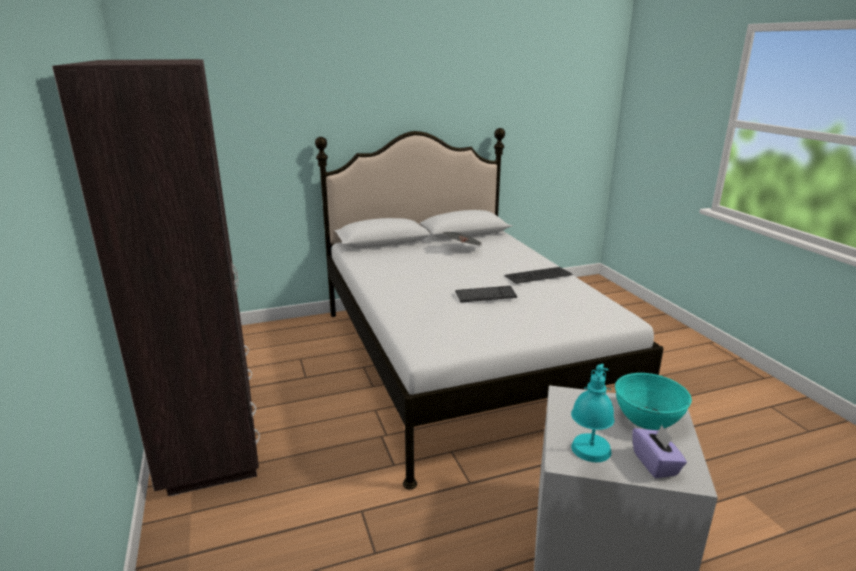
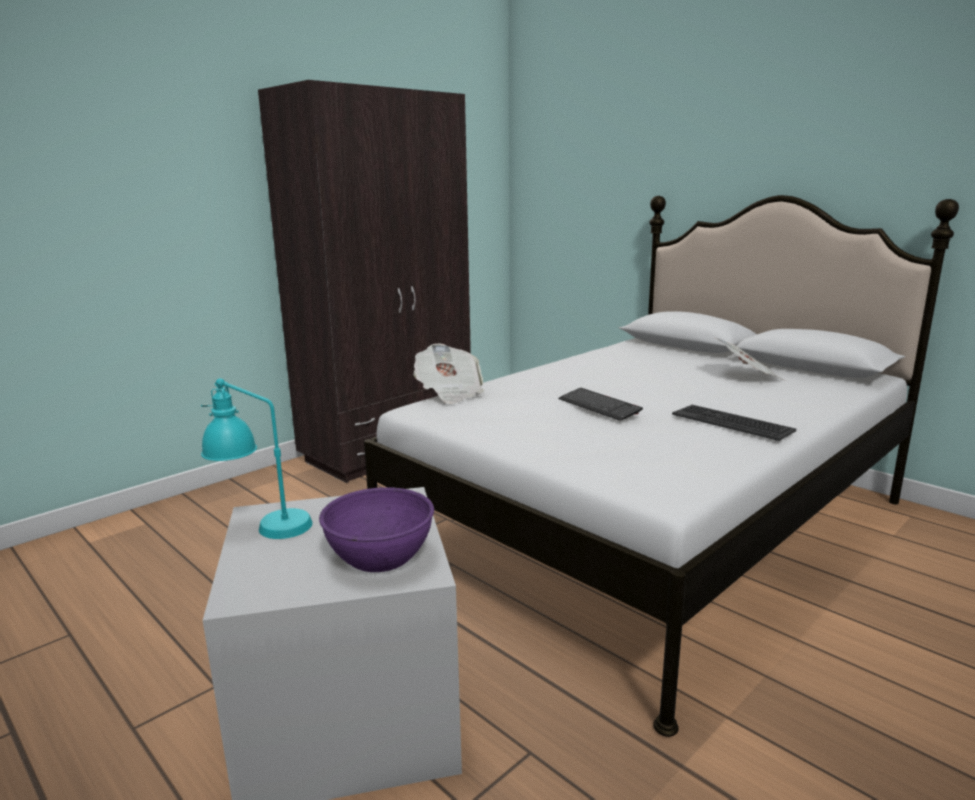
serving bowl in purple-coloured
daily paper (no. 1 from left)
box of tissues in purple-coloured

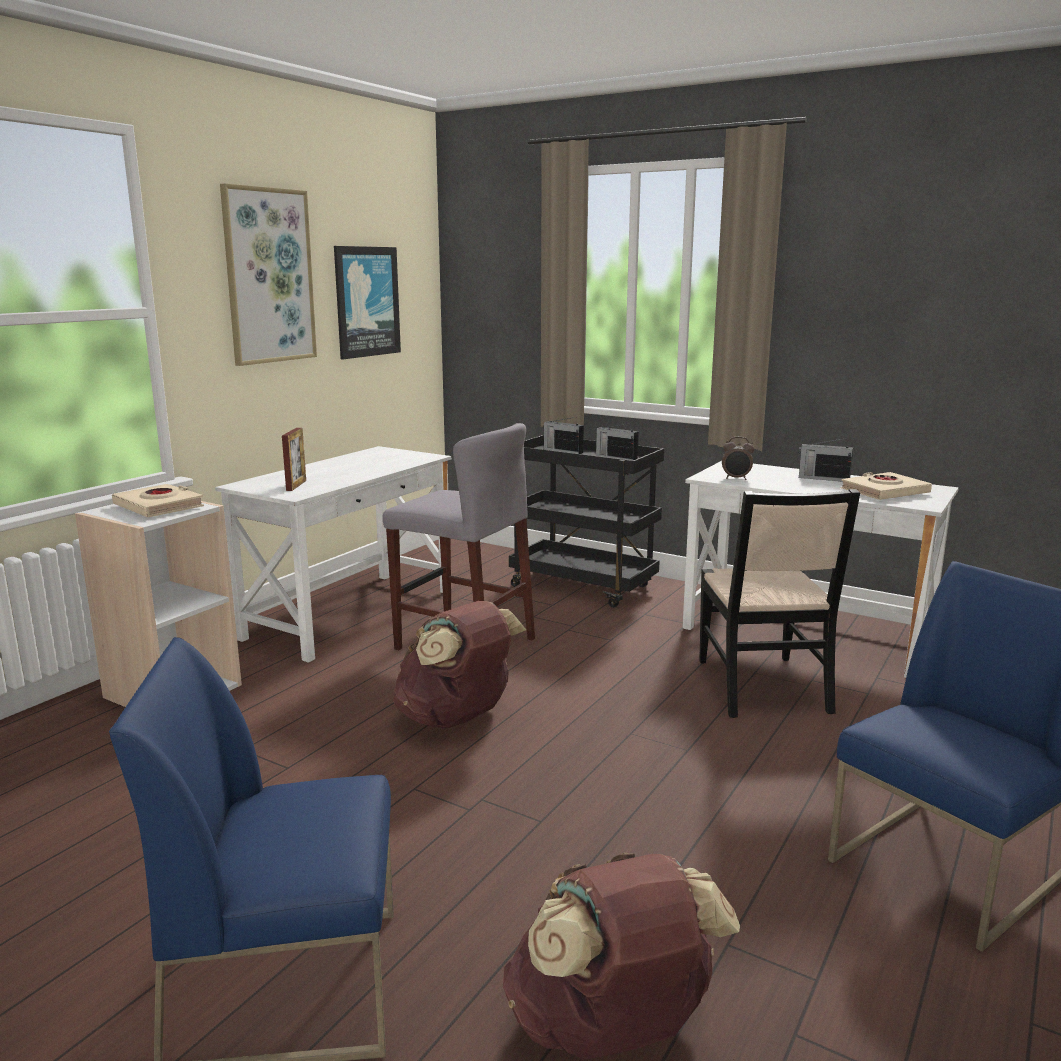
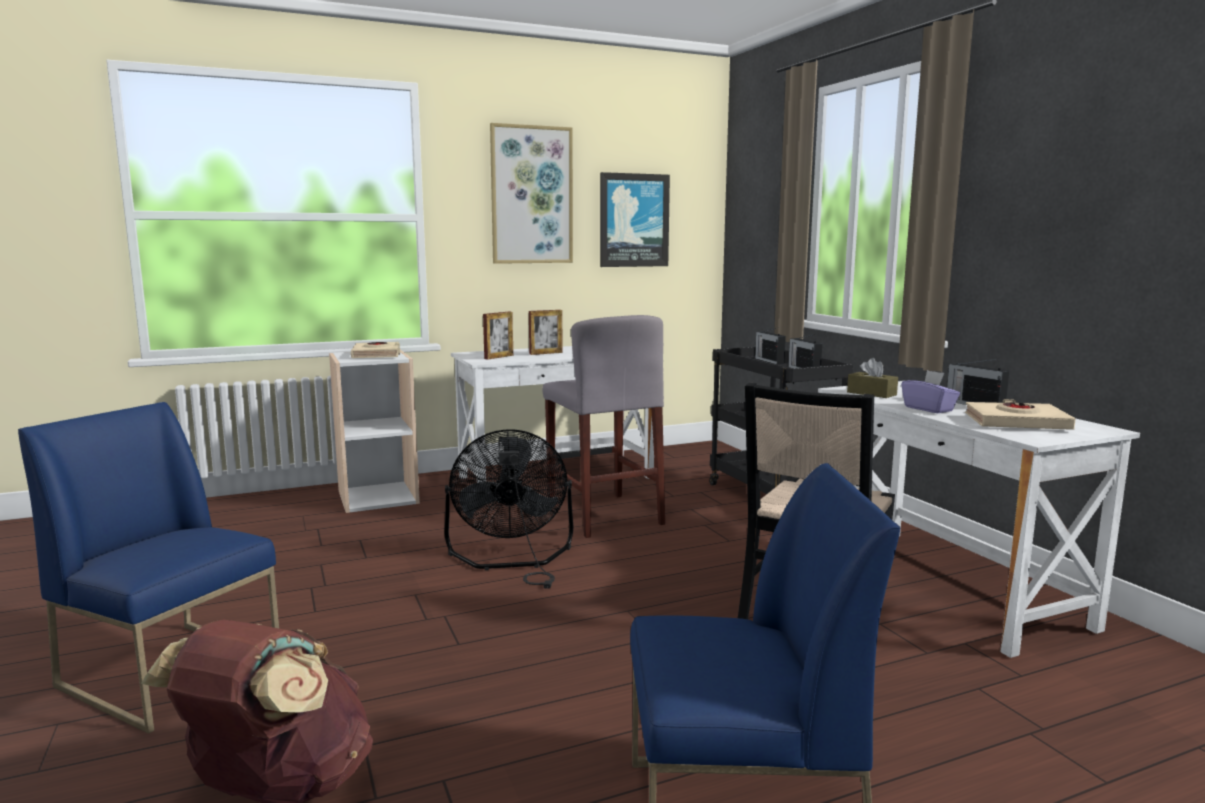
cooling fan in black-coloured
photo frame (no. 2 from left)
box of tissues in brown-coloured
box of tissues in purple-coloured

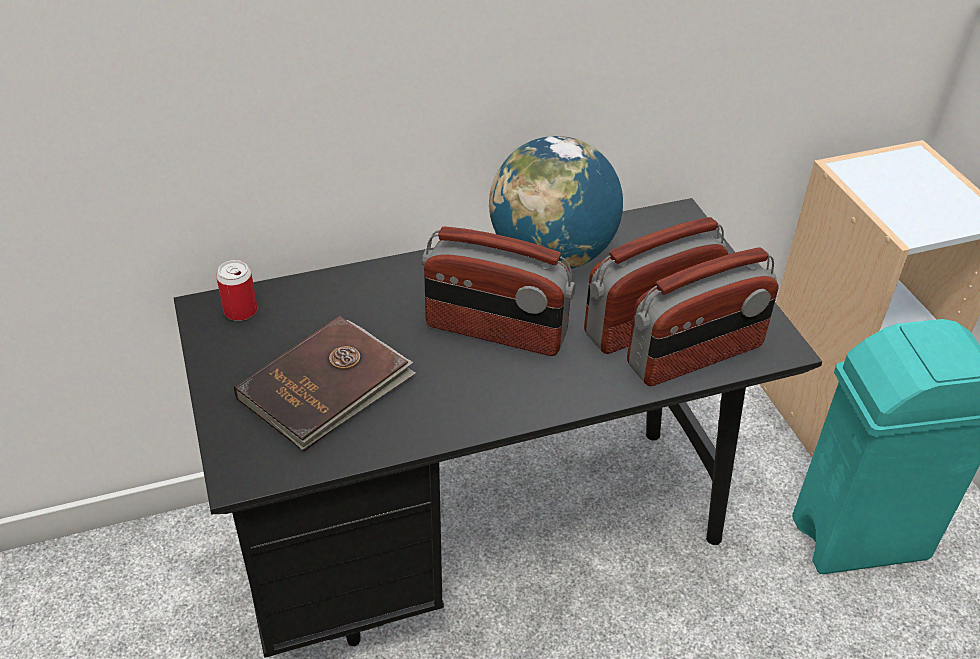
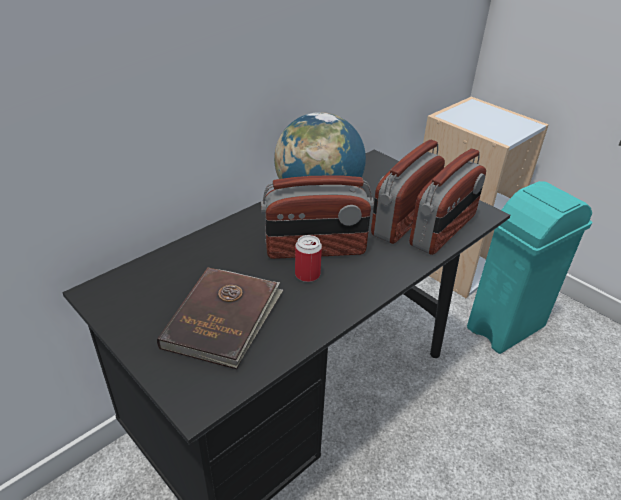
metal can

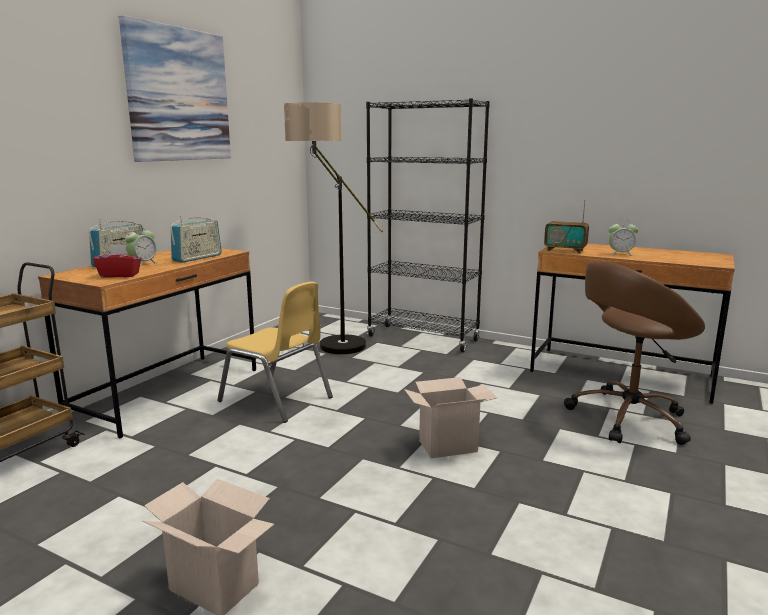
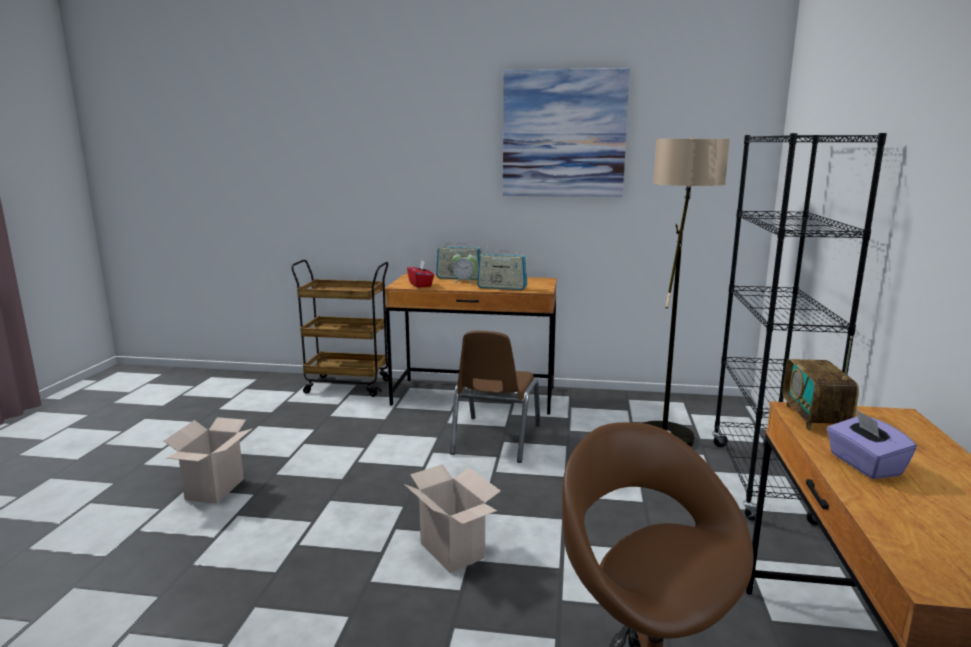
upright chair in brown-coloured
box of tissues in purple-coloured

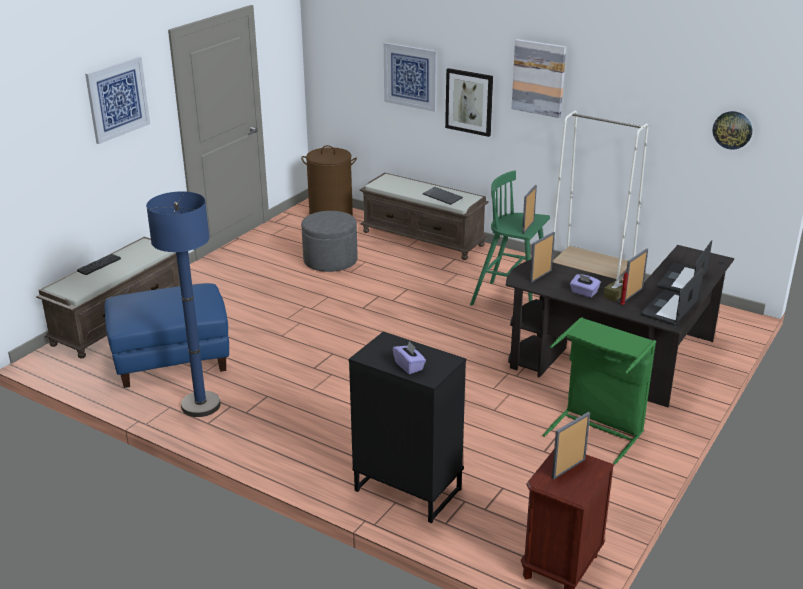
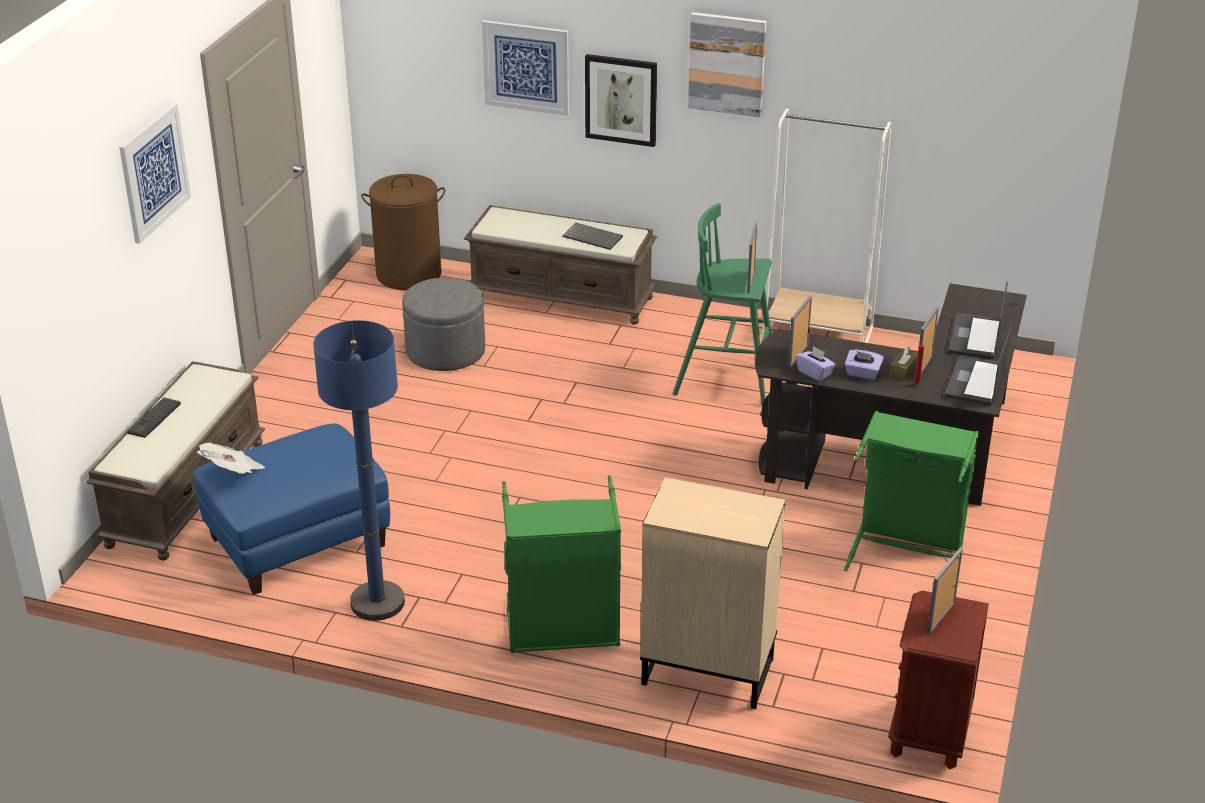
daily paper
hamper in green (no. 1 from left)
dresser in beige-coloured
box of tissues in purple-coloured (no. 1 from left)
hanging clock

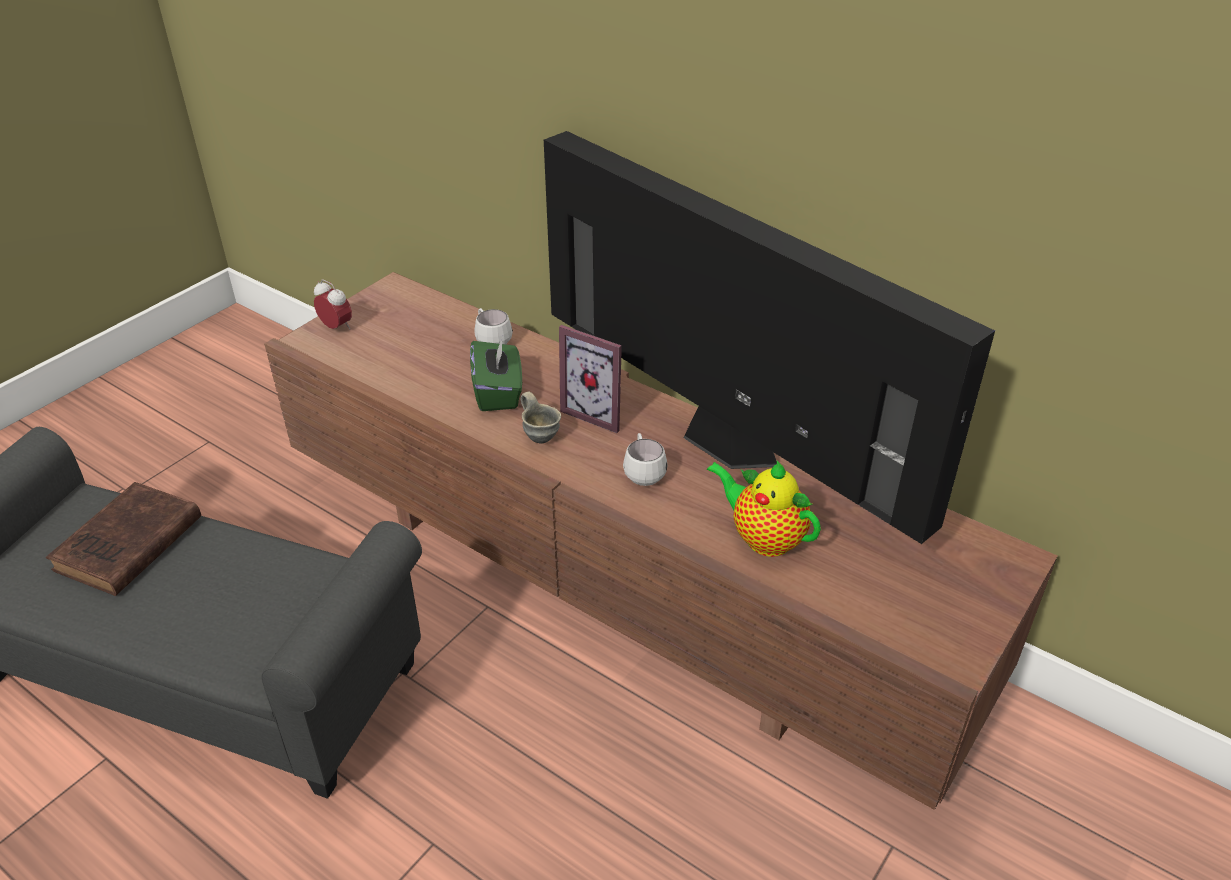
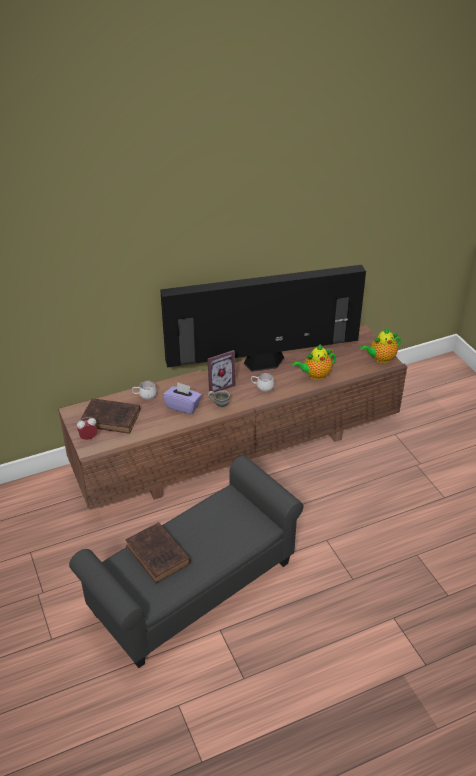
book in brown-coloured (no. 1 from left)
box of tissues in purple-coloured
pot for tea (no. 2 from left)

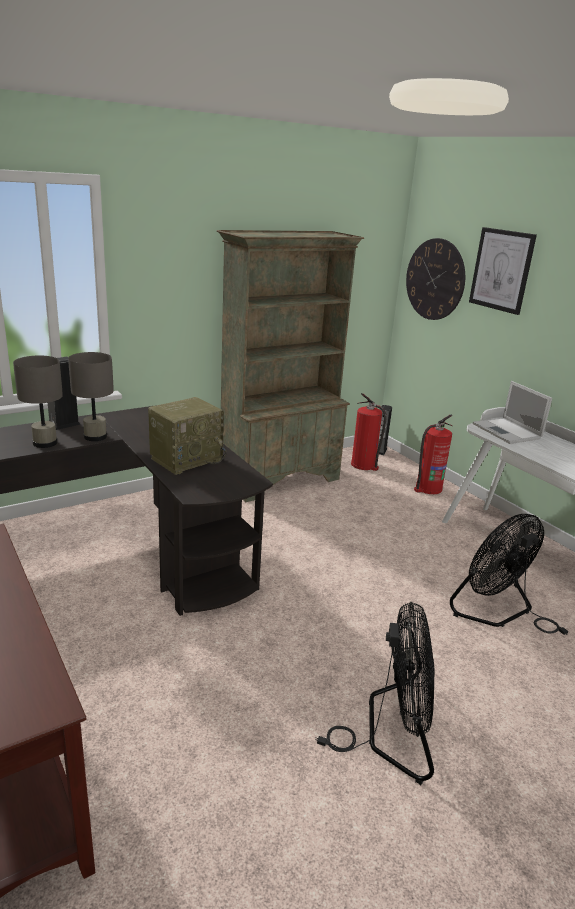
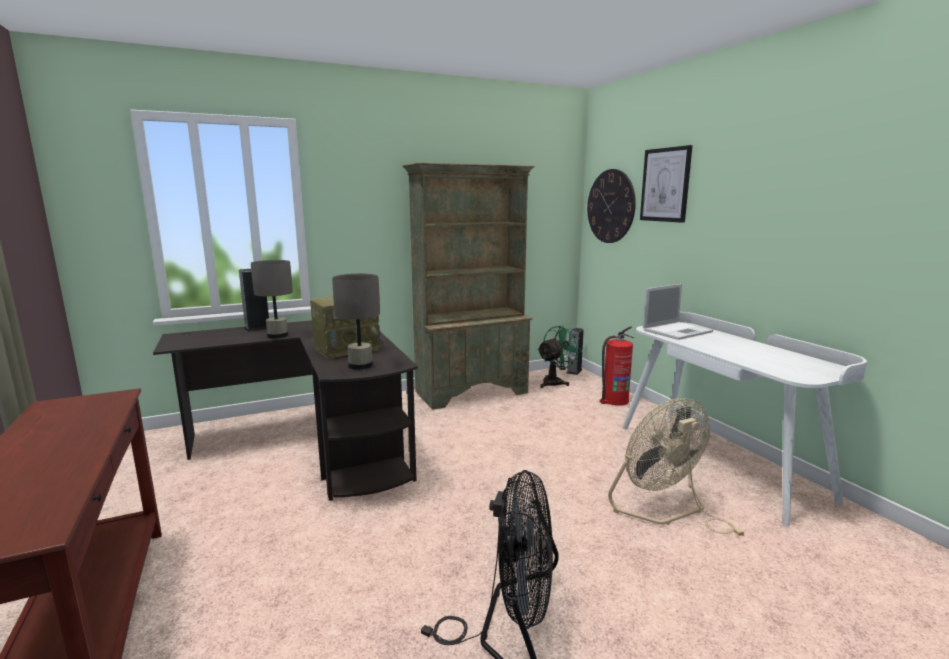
table lamp in gray (no. 2 from left)
cooling fan in green
cooling fan in beige-coloured
portable computer

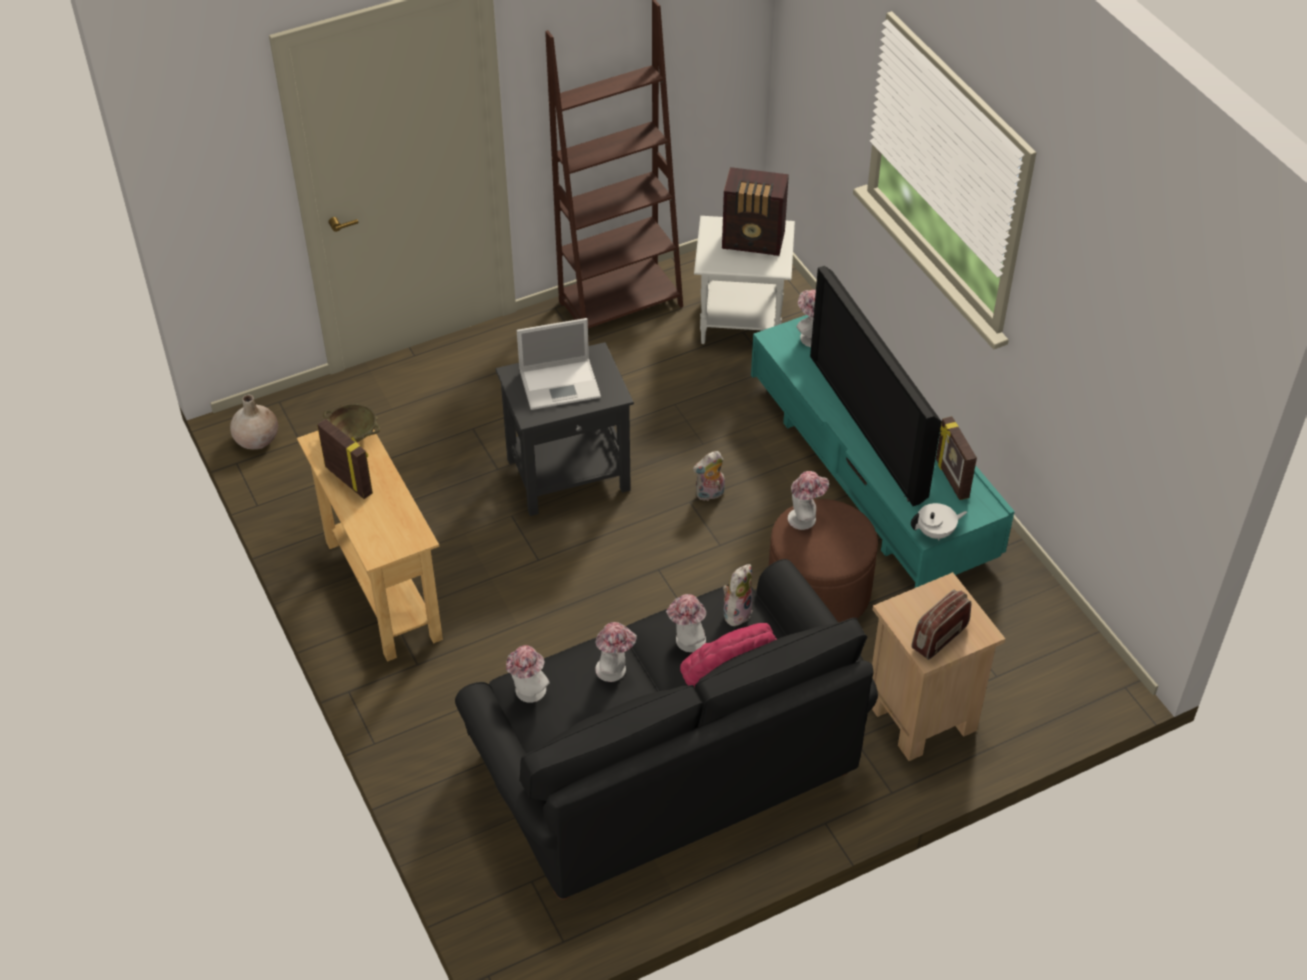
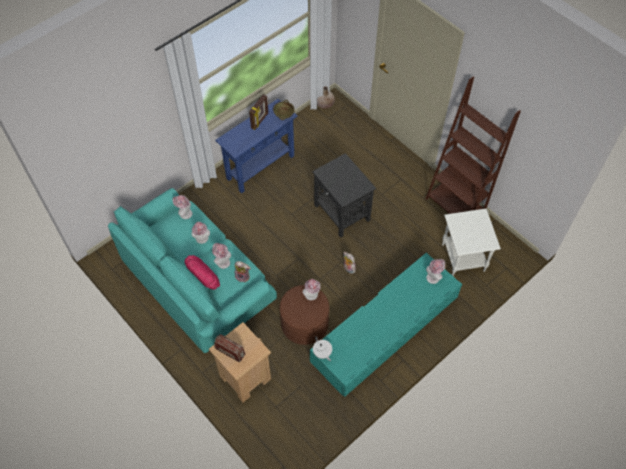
settee in turquoise-coloured
hall table in bluish
portable computer
radio (no. 1 from left in the first image)
television
photo frame (no. 2 from left in the first image)

